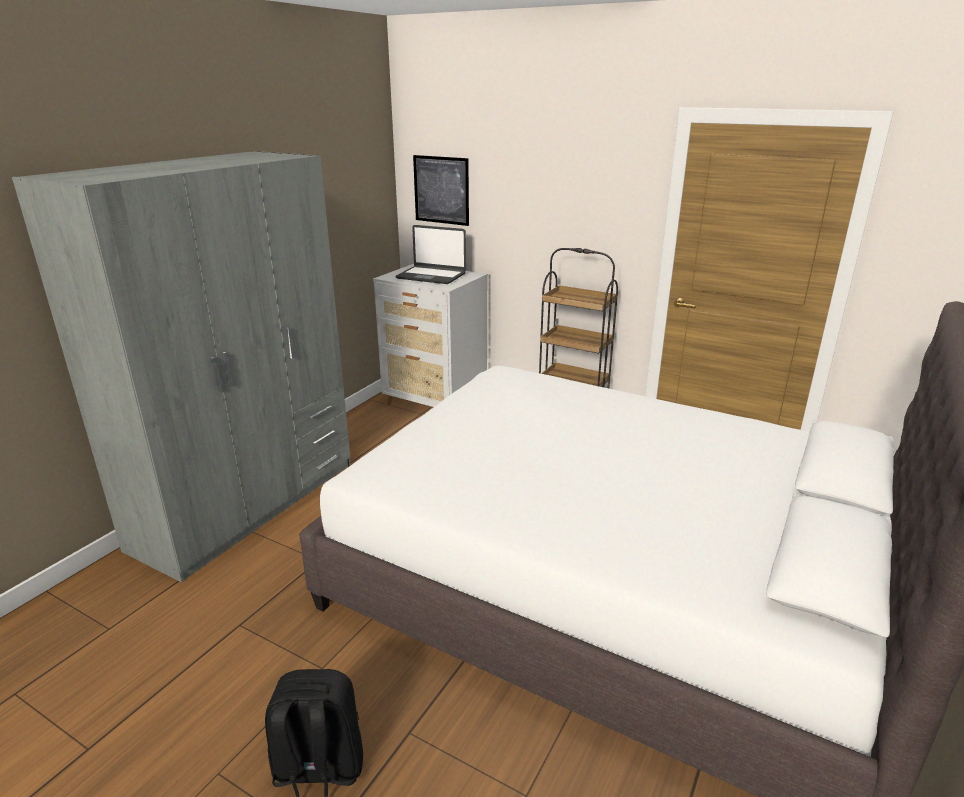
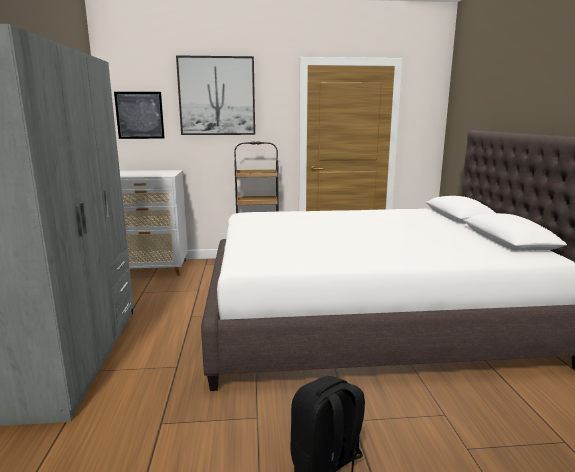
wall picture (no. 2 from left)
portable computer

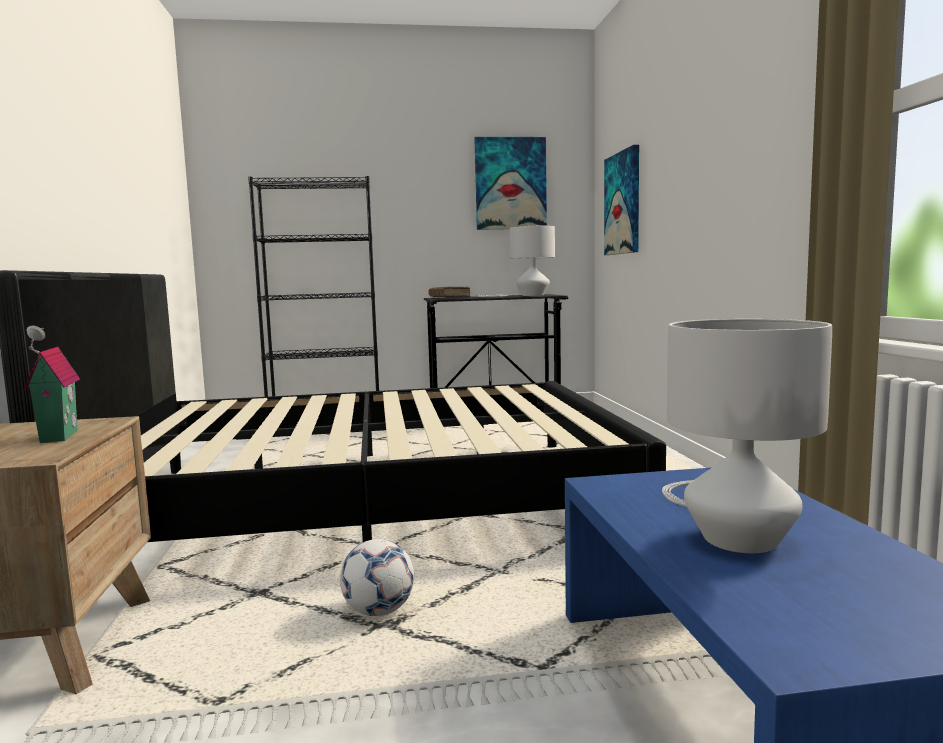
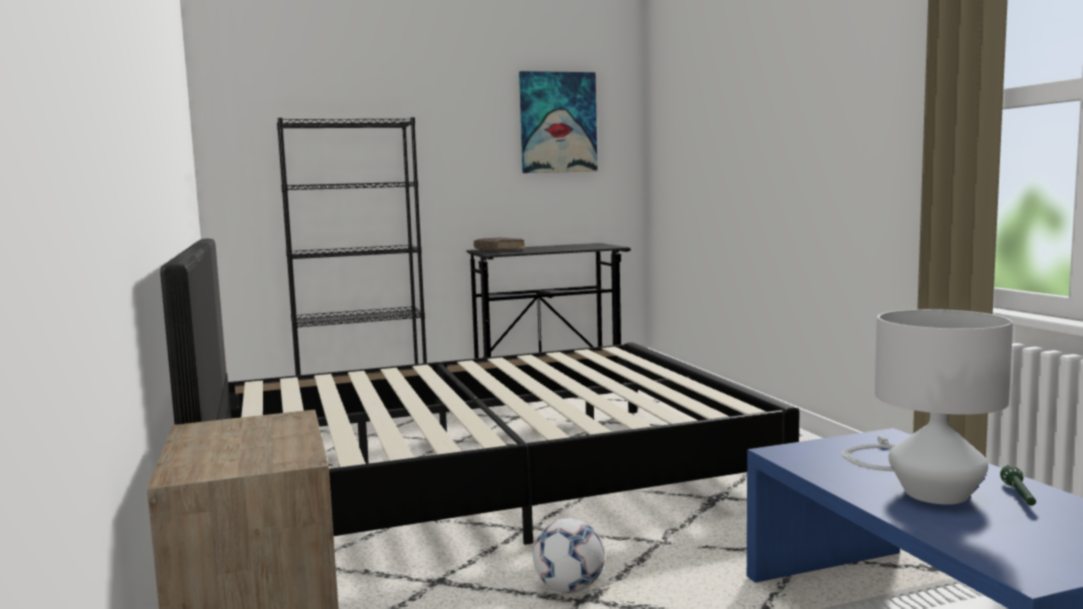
torch in green
miniature house
table lamp in whitish (no. 1 from left in the first image)
wall picture (no. 2 from left in the first image)

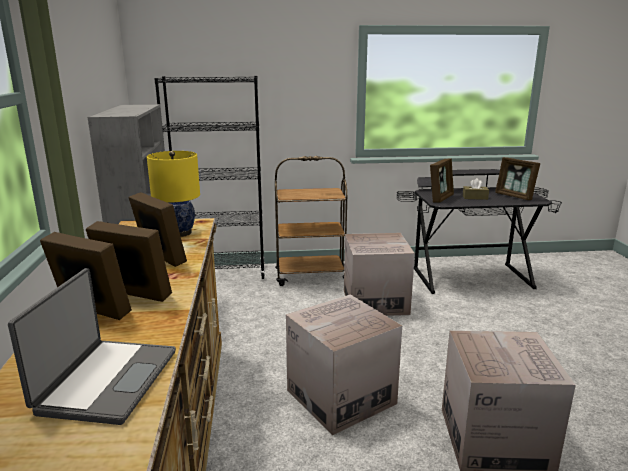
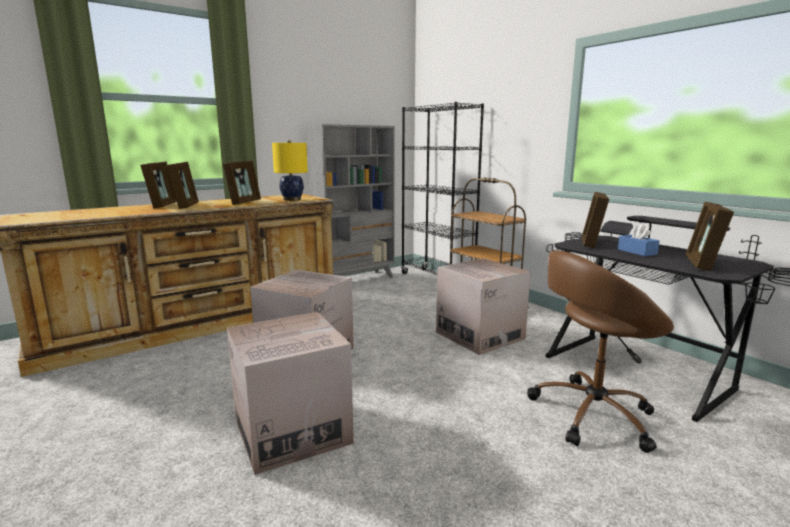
computer chair in brown-coloured
photo frame (no. 4 from left)
box of tissues in bluish
portable computer

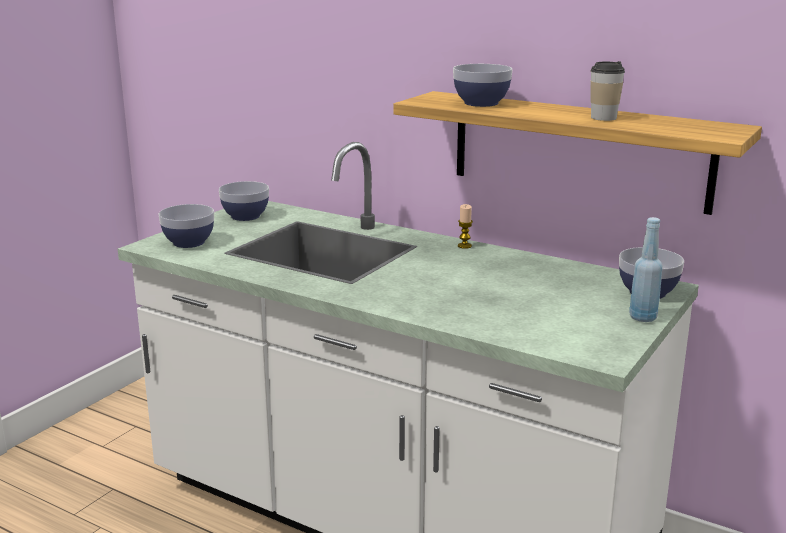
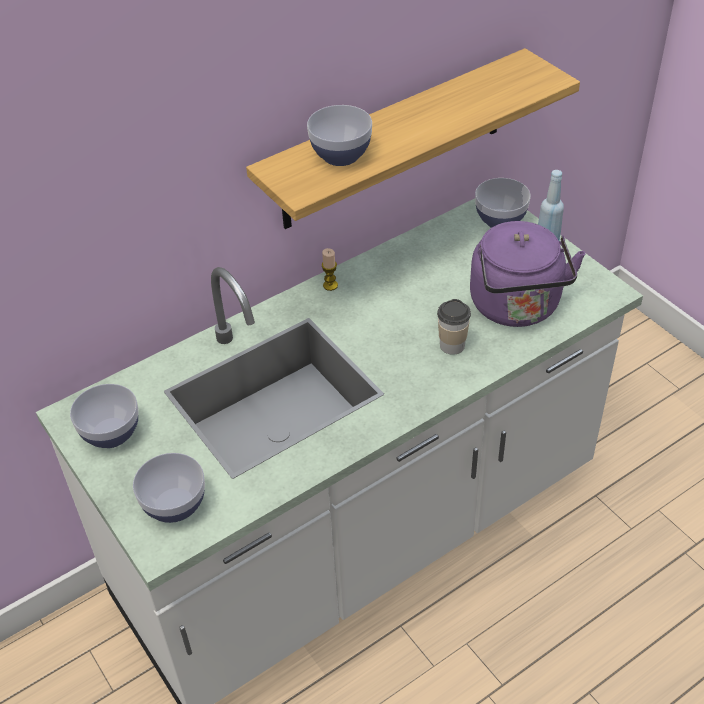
drinking cup
kettle in purple-coloured

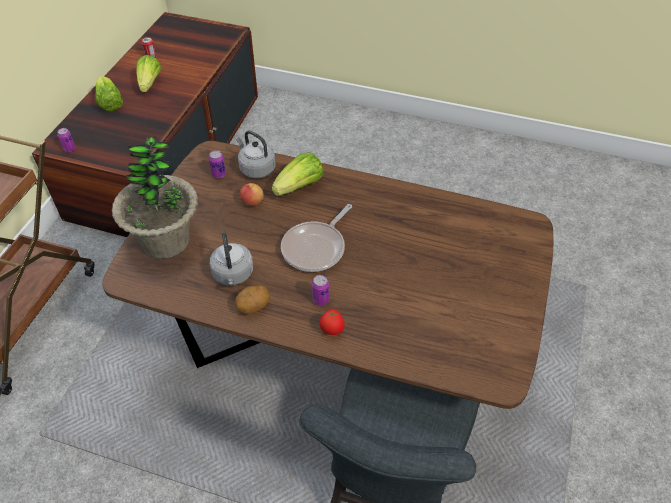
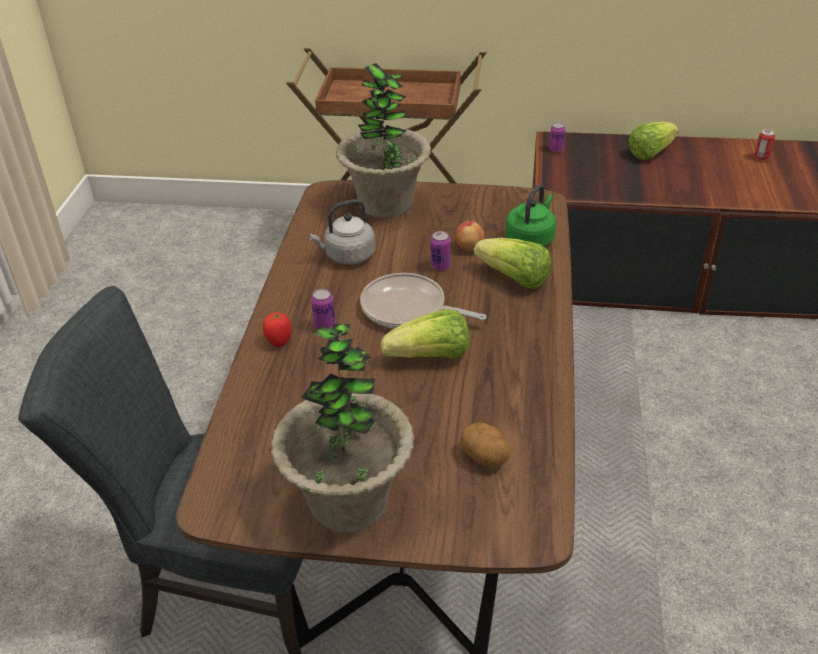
houseplant (no. 1 from left)
head of lettuce (no. 1 from left)
metal can (no. 2 from left)
spud
kettle in green

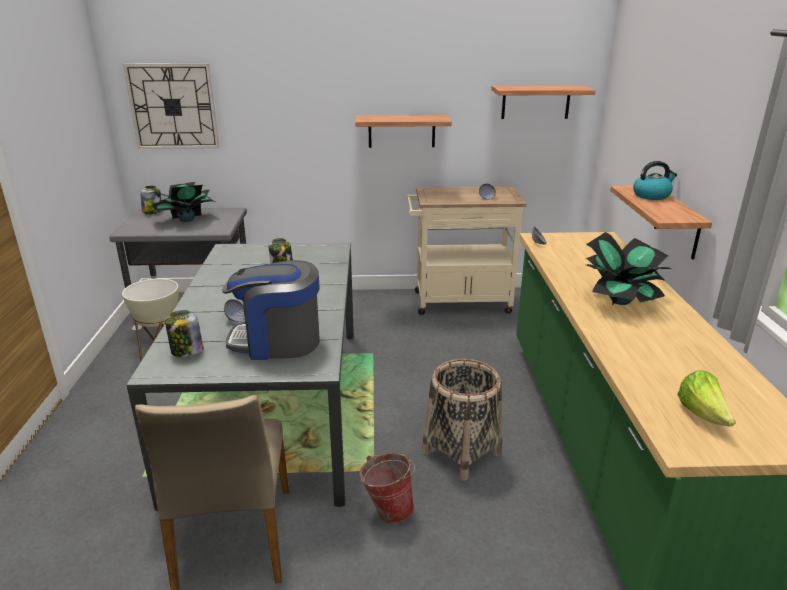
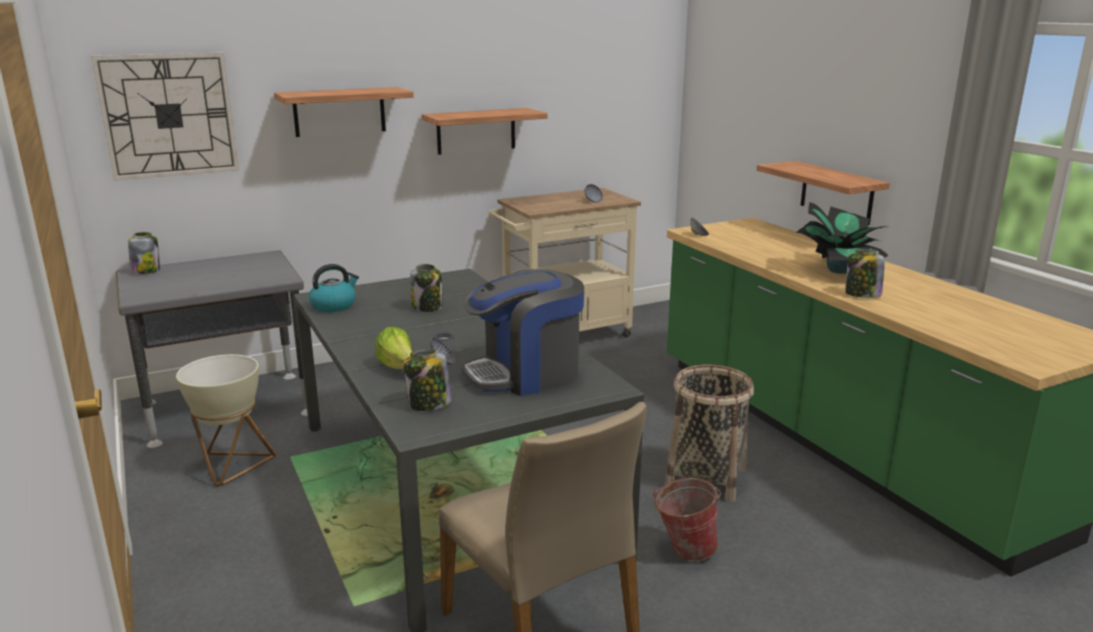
shelf (no. 1 from left)
kettle
head of lettuce
jar (no. 4 from left)
houseplant (no. 1 from left in the first image)

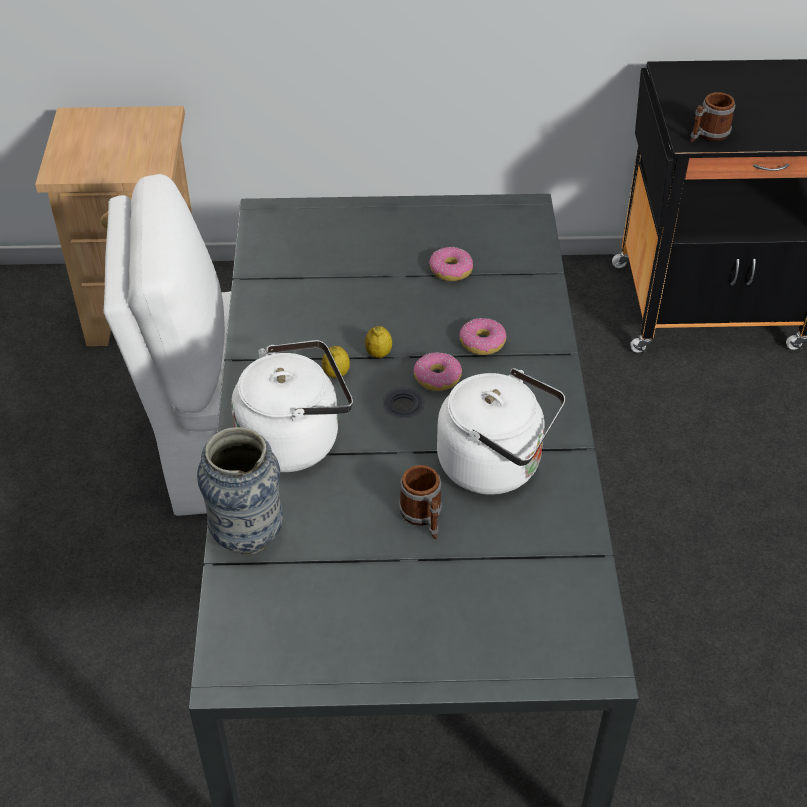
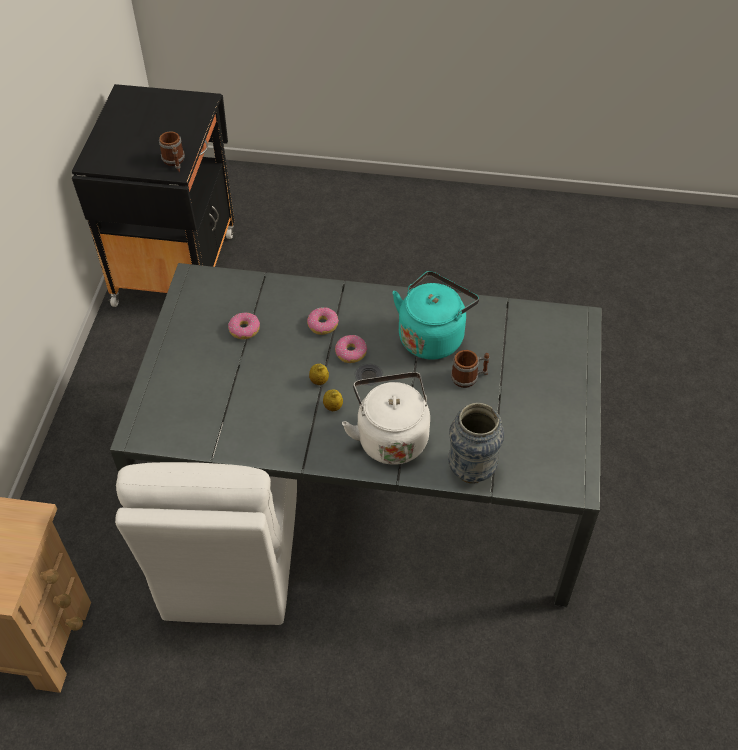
kettle in turquoise-coloured

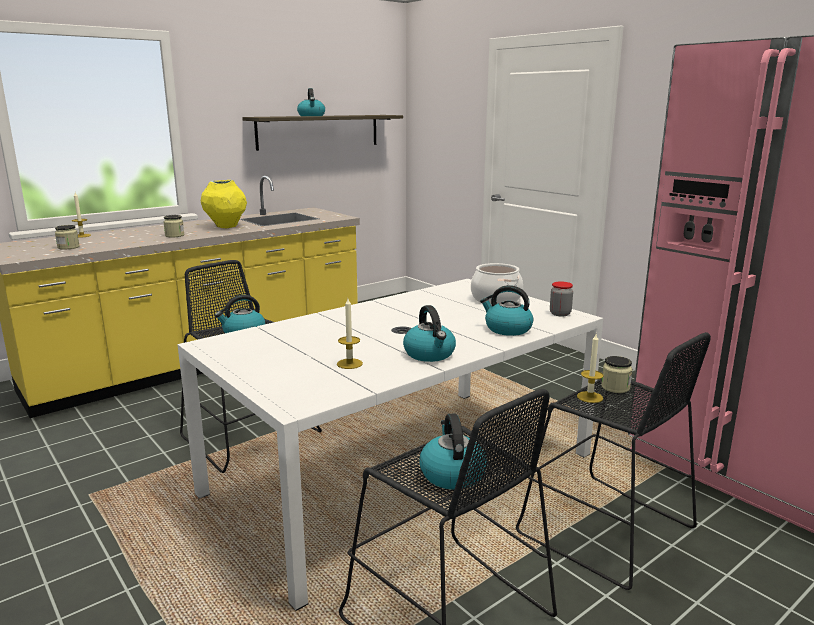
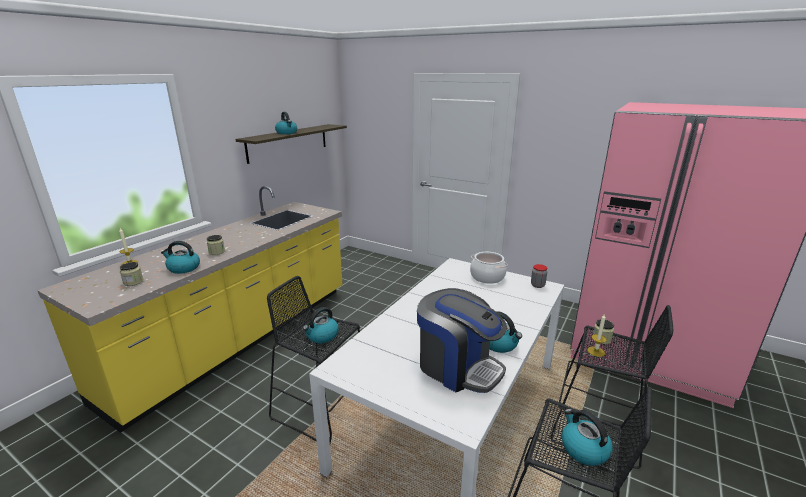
kettle (no. 1 from left)
coffee brewer
decorative vase in yellow

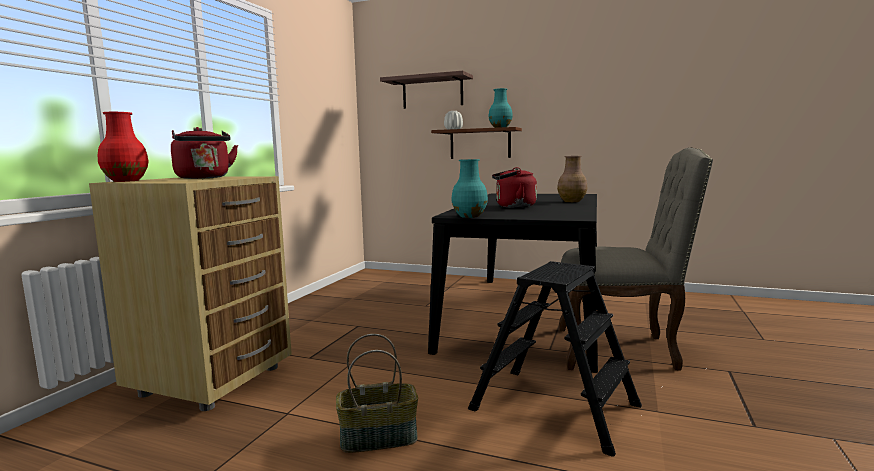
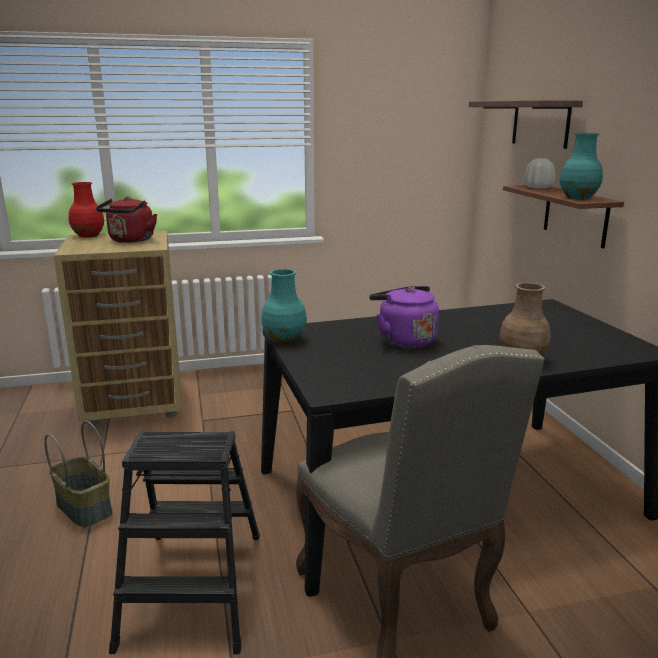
kettle in purple-coloured

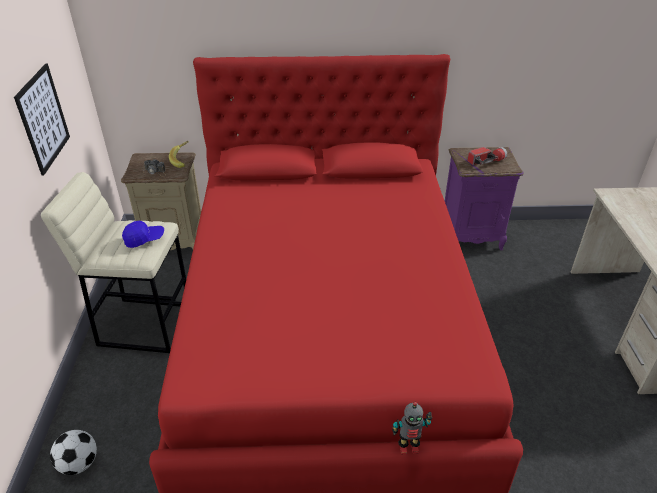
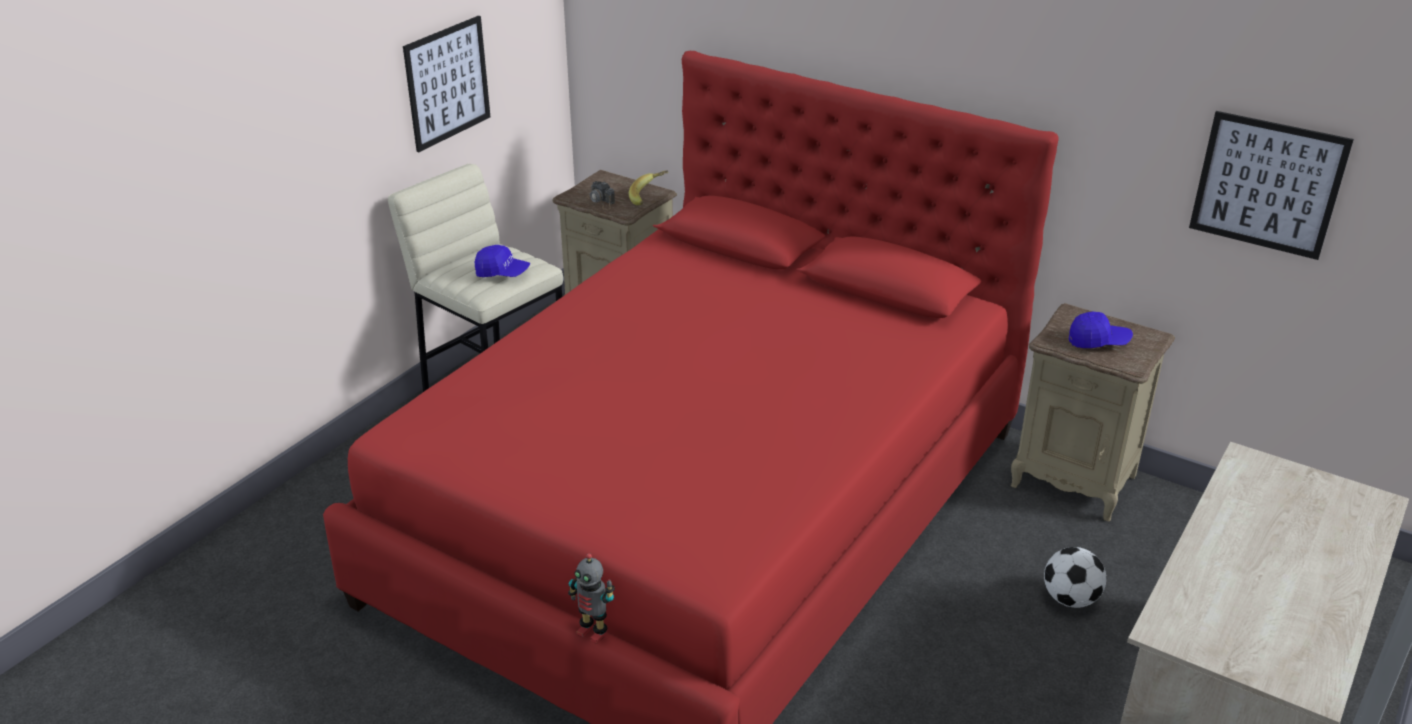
nightstand in beige-coloured (no. 2 from left)
ball for football
baseball cap in bluish (no. 2 from left)
wall picture (no. 2 from left)

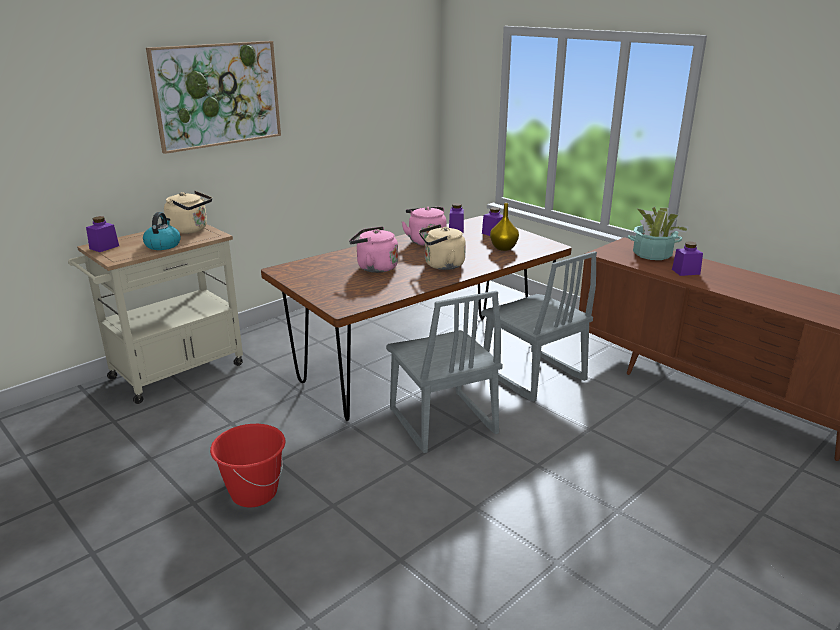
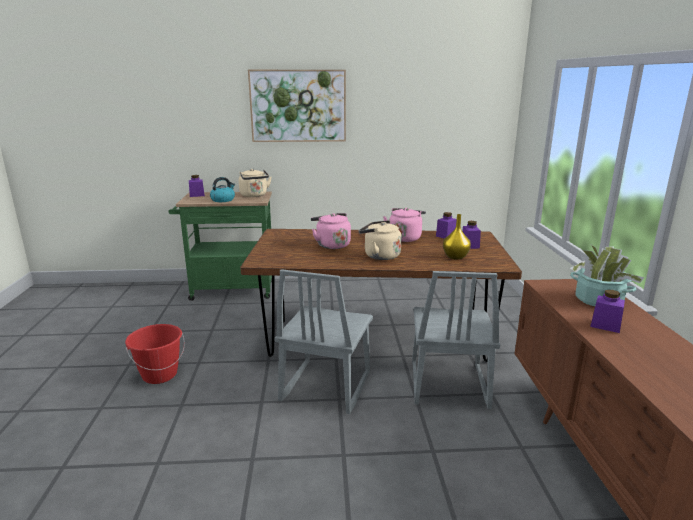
trolley in green

